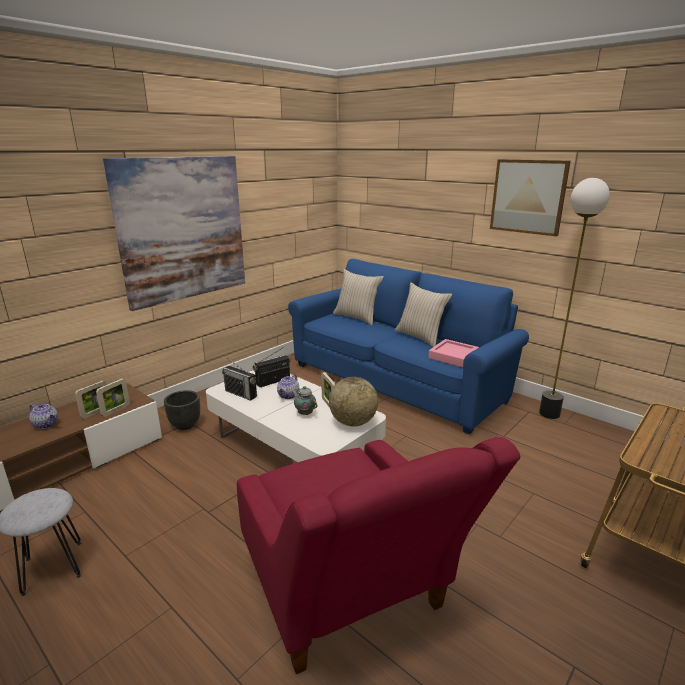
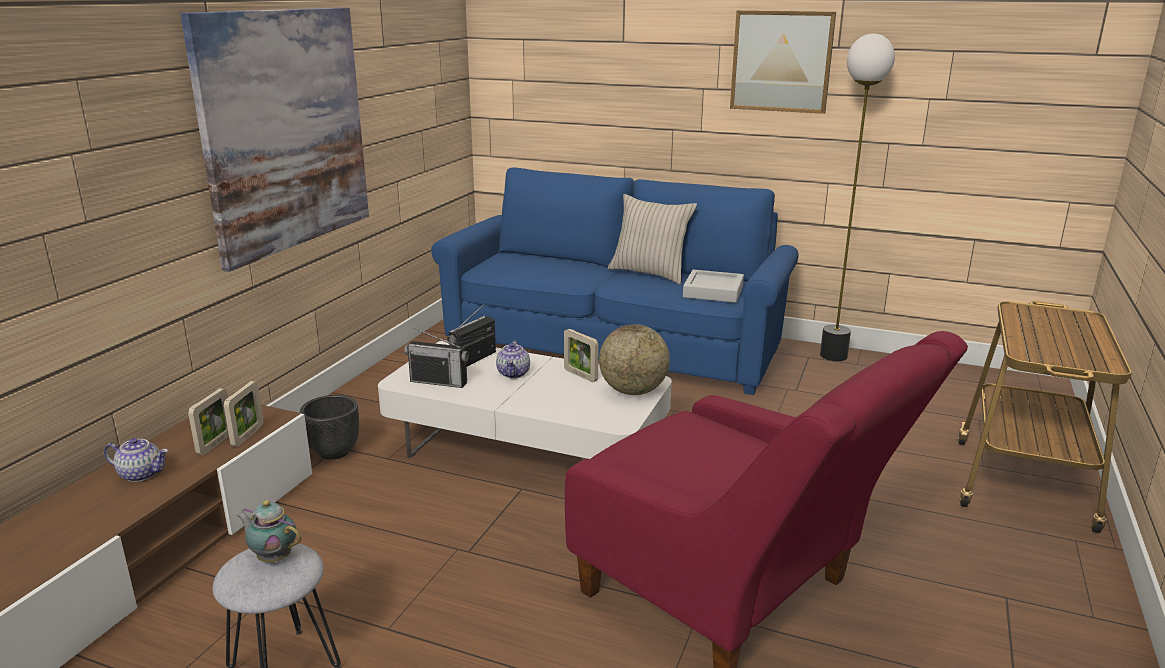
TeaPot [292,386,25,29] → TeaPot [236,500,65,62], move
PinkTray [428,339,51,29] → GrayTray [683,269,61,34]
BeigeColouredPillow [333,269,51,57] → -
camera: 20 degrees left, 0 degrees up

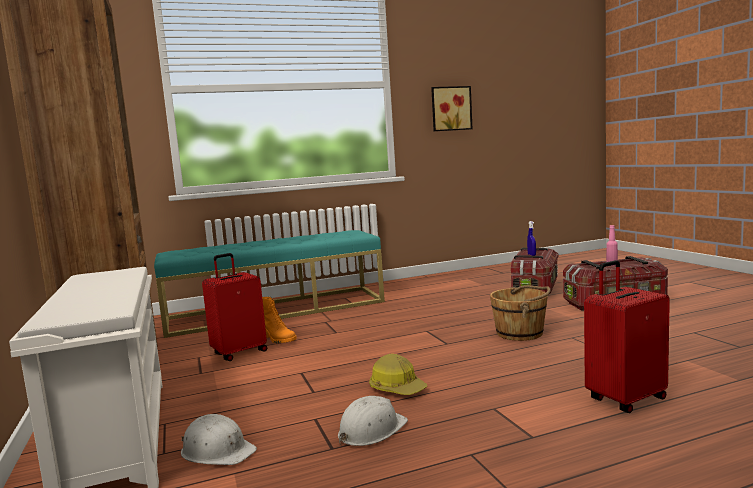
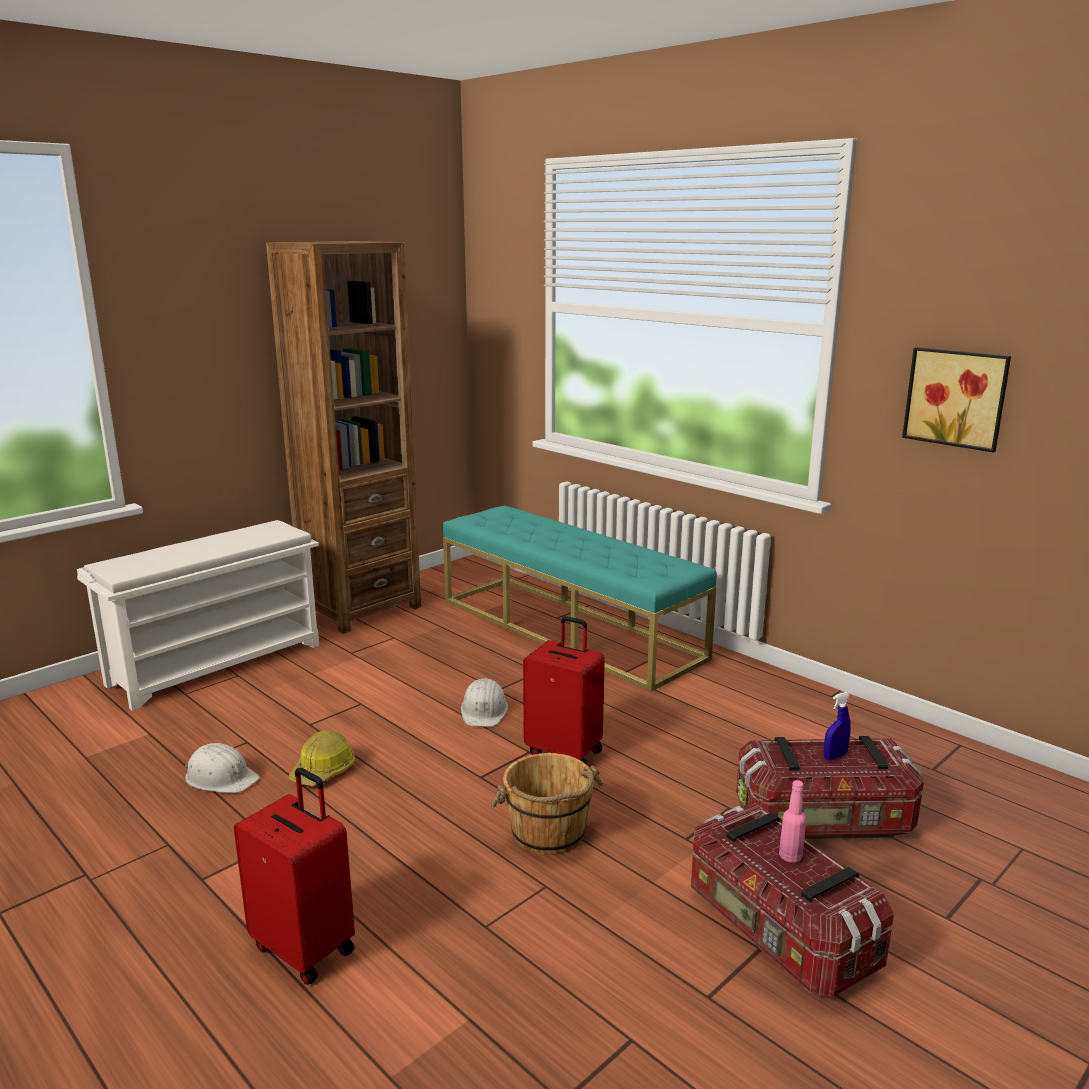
WhitishWorkHelmet [181,414,76,51] → WhitishWorkHelmet [461,678,47,49], move
RedPieceOfLuggage [202,253,65,108] → RedPieceOfLuggage [523,616,82,149], move
OrangeColouredTallBoot [262,297,35,46] → -
camera: 65 degrees right, 10 degrees up

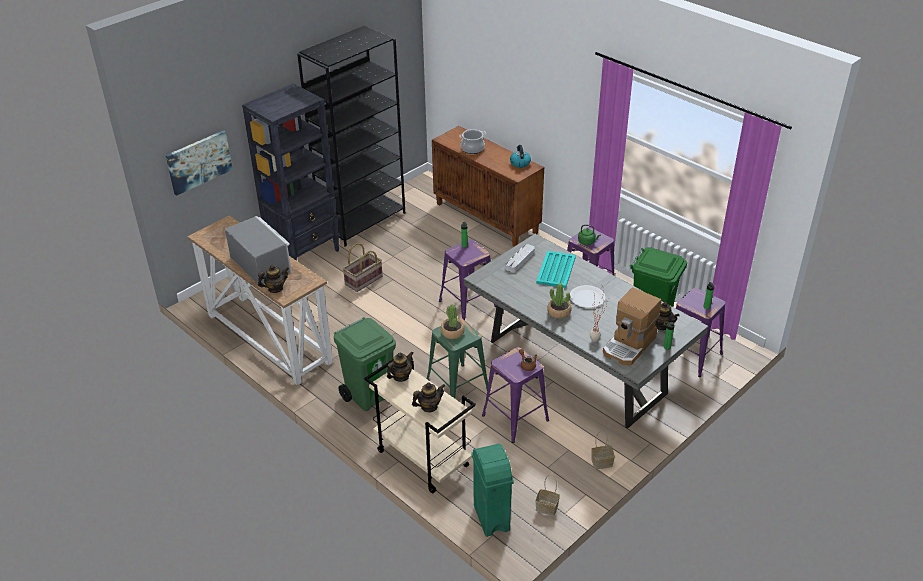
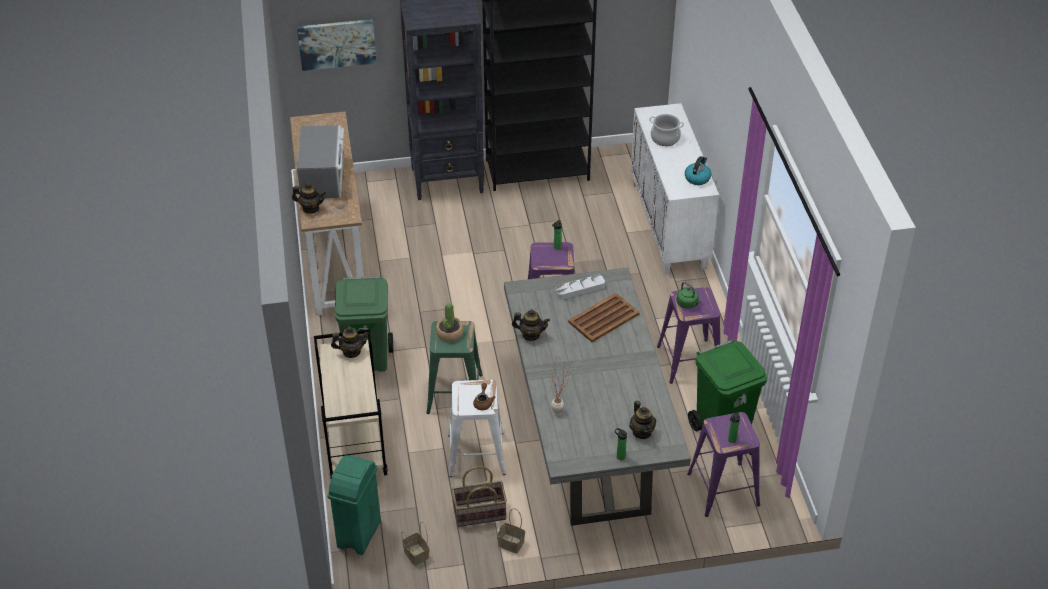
PurplishStool [482,347,67,96] → WhitishStool [448,380,58,97]
HouseholdBasket [343,243,40,49] → HouseholdBasket [452,466,55,61], move
TeaPot [412,382,33,30] → TeaPot [512,309,38,32], move
TurquoiseTray [536,251,40,37] → BrownColouredTray [568,293,72,49]
BrownColouredCupboard [432,126,112,120] → WhitishCupboard [631,103,88,171]
Houseplant [547,283,25,36] → -
WhitishFlatDish [570,285,35,23] → -
CoffeeMaker [603,288,59,77] → -
camera: 35 degrees right, 5 degrees up

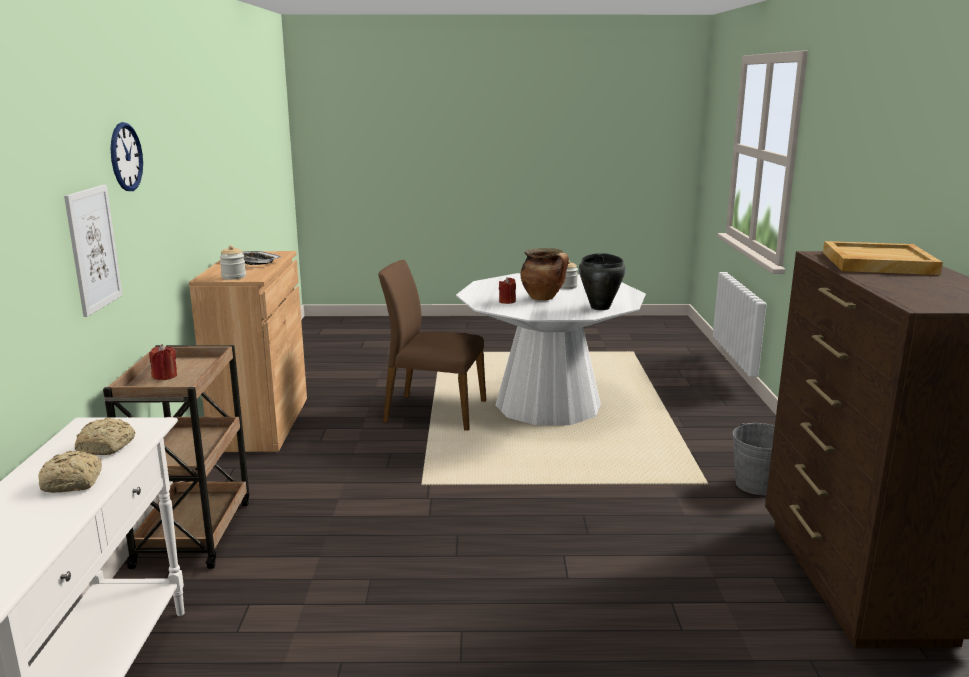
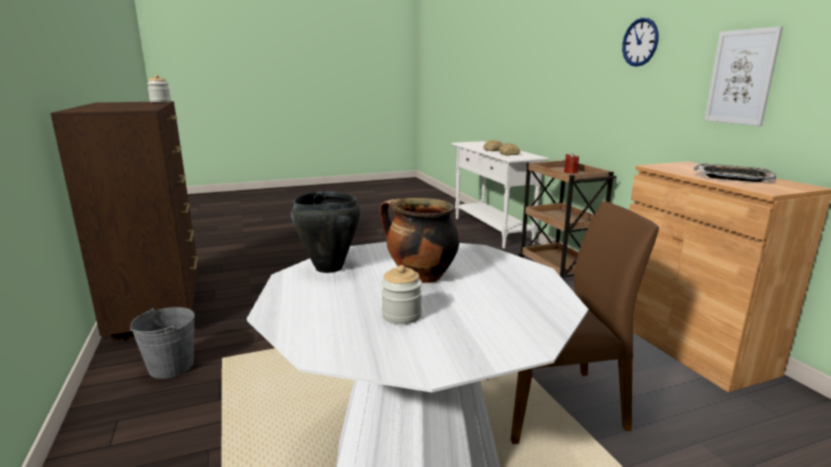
Jar [219,245,27,35] → Jar [147,75,24,28], move
WallArt [64,185,59,132] → WallArt [704,27,79,99], move
RedWaxCandle [499,278,17,26] → -
BeigeColouredTray [823,241,120,34] → -
camera: 160 degrees right, 0 degrees up

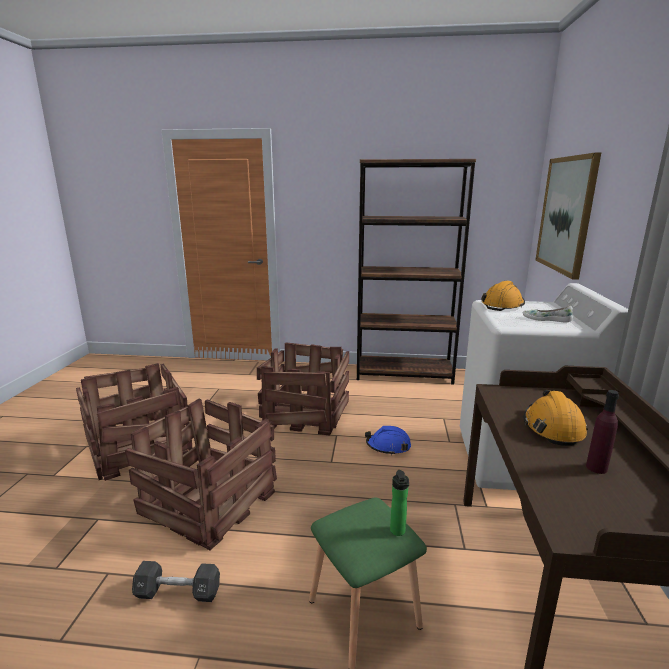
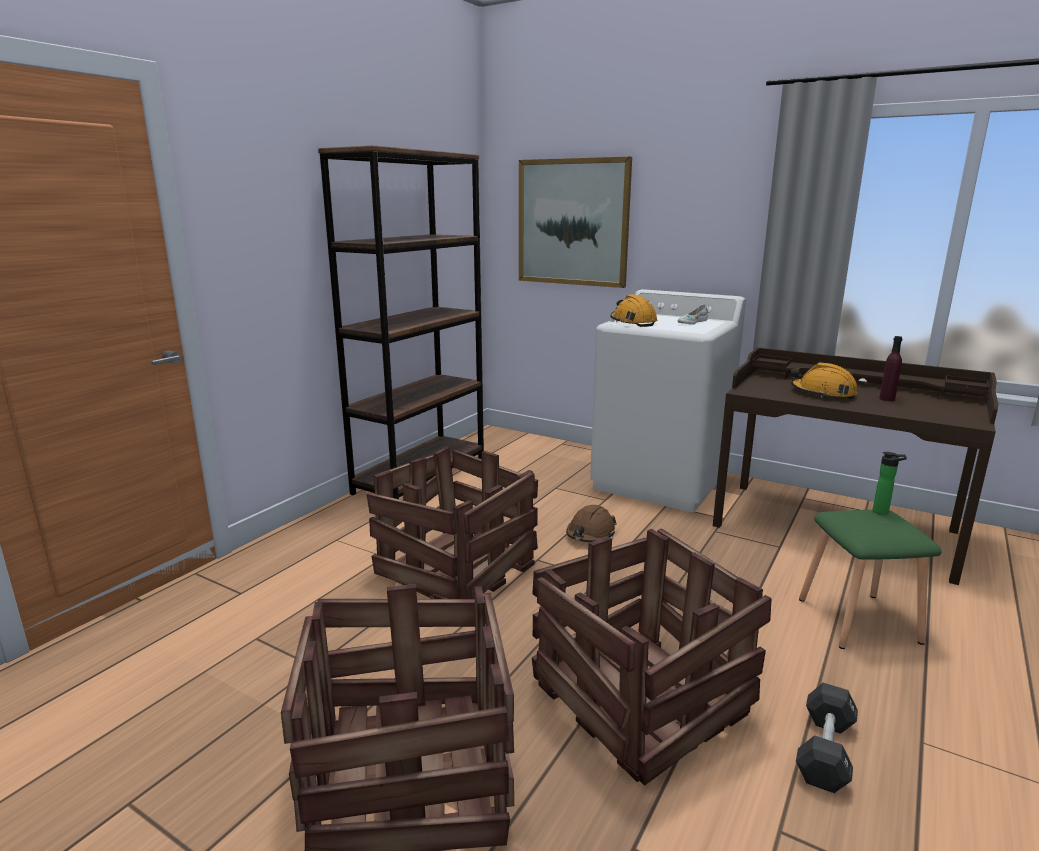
BlueWorkHelmet [365,426,46,29] → BrownColouredWorkHelmet [566,505,51,37]
camera: 65 degrees left, 0 degrees up

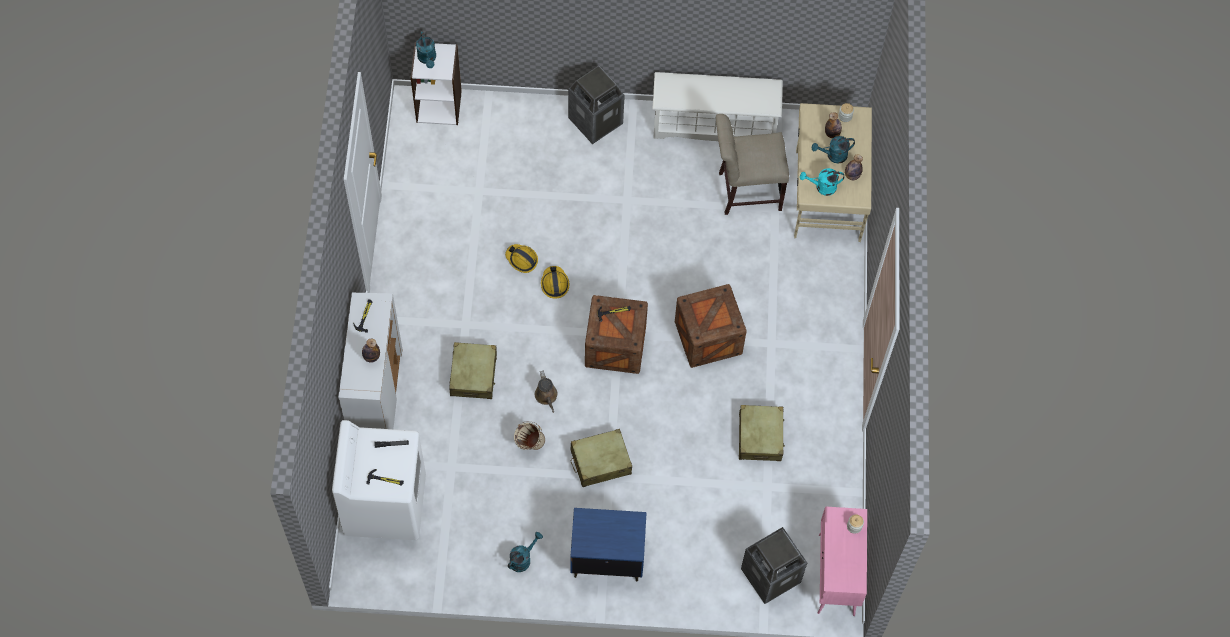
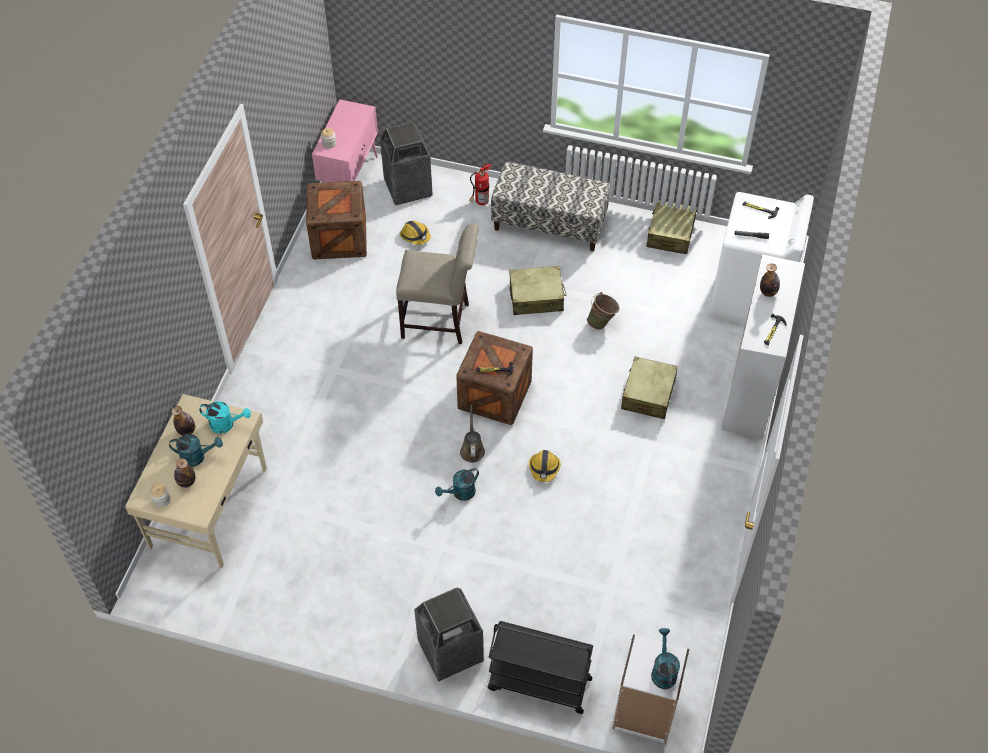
ShippingCrate [675,284,72,84] → ShippingCrate [306,181,61,79], move
BeigeColouredChair [716,114,73,101] → BeigeColouredChair [396,224,83,120], move
WorkHelmet [505,244,33,29] → WorkHelmet [400,221,31,24], move
TurquoiseWateringCan [508,532,35,40] → TurquoiseWateringCan [435,468,44,33], move
BrownColouredWateringCan [535,371,23,42] → BrownColouredWateringCan [460,405,25,58], move
- → FireFightingCylinder [469,163,22,42]
- → BlackishCart [487,621,106,93]
BlueBedsideTable [570,508,77,73] → LongSeat [491,162,119,89]
BeigeColouredWaterBucket [514,421,31,29] → GreenWaterBucket [587,292,33,38]
BeigeColouredPieceOfLuggage [739,405,46,56] → BeigeColouredPieceOfLuggage [647,200,50,54], move
WhitishShoeRack [653,72,130,69] → -
camera: 165 degrees left, 10 degrees down

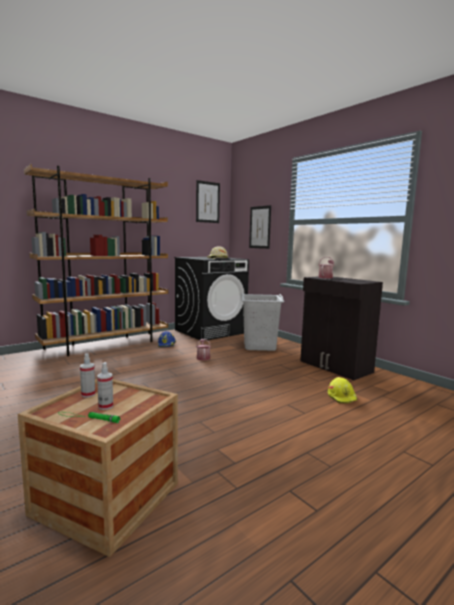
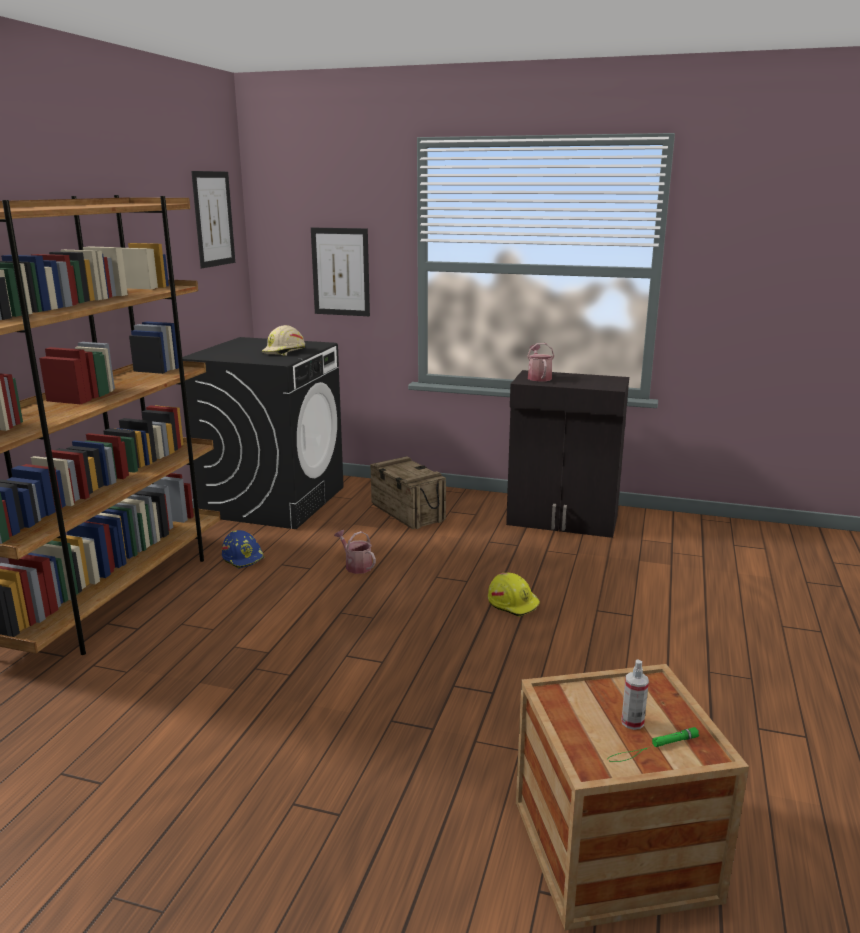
GrayHamper [241,293,43,58] → ShippingCrate [370,456,76,73]
YellowWorkHelmet [328,377,30,26] → YellowWorkHelmet [488,573,52,44], move
Sprayer [80,353,16,45] → -
camera: 35 degrees left, 10 degrees up

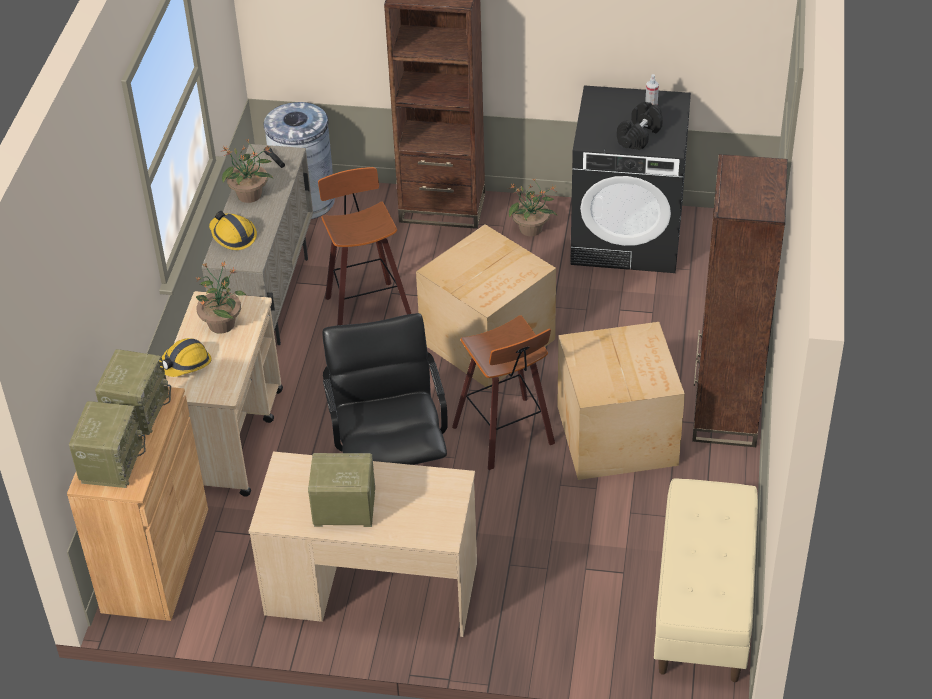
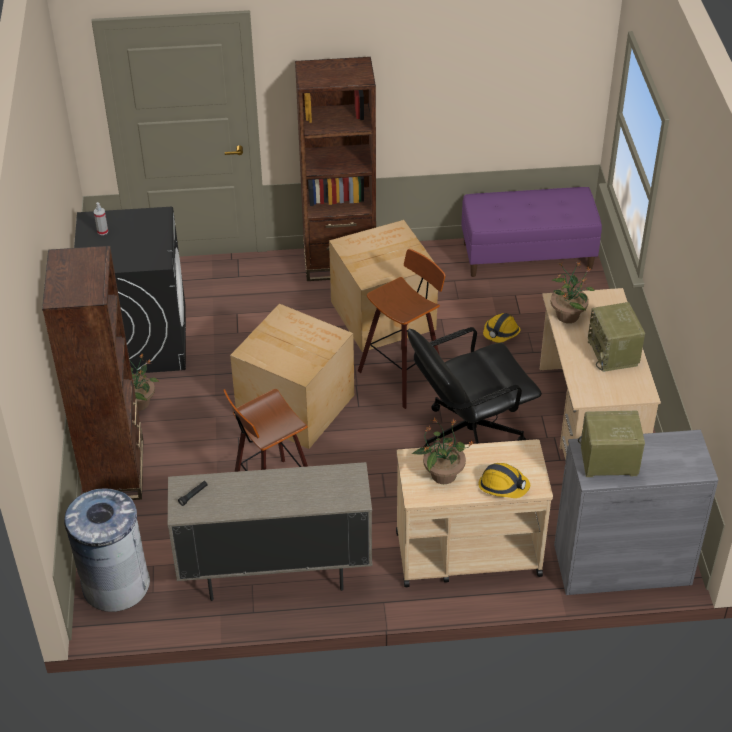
BeigeColouredLongSeat [654,478,104,204] → PurplishLongSeat [461,187,141,90]
WorkHelmet [209,211,48,39] → WorkHelmet [483,313,38,30], move
Houseplant [220,139,53,64] → Houseplant [550,262,45,61], move
BrownColouredCupboard [67,387,141,234] → GrayCupboard [554,430,164,165]
RadioSet [69,401,77,87] → -
BlackishFreeWeight [617,102,46,48] → -
camera: 105 degrees left, 0 degrees up

